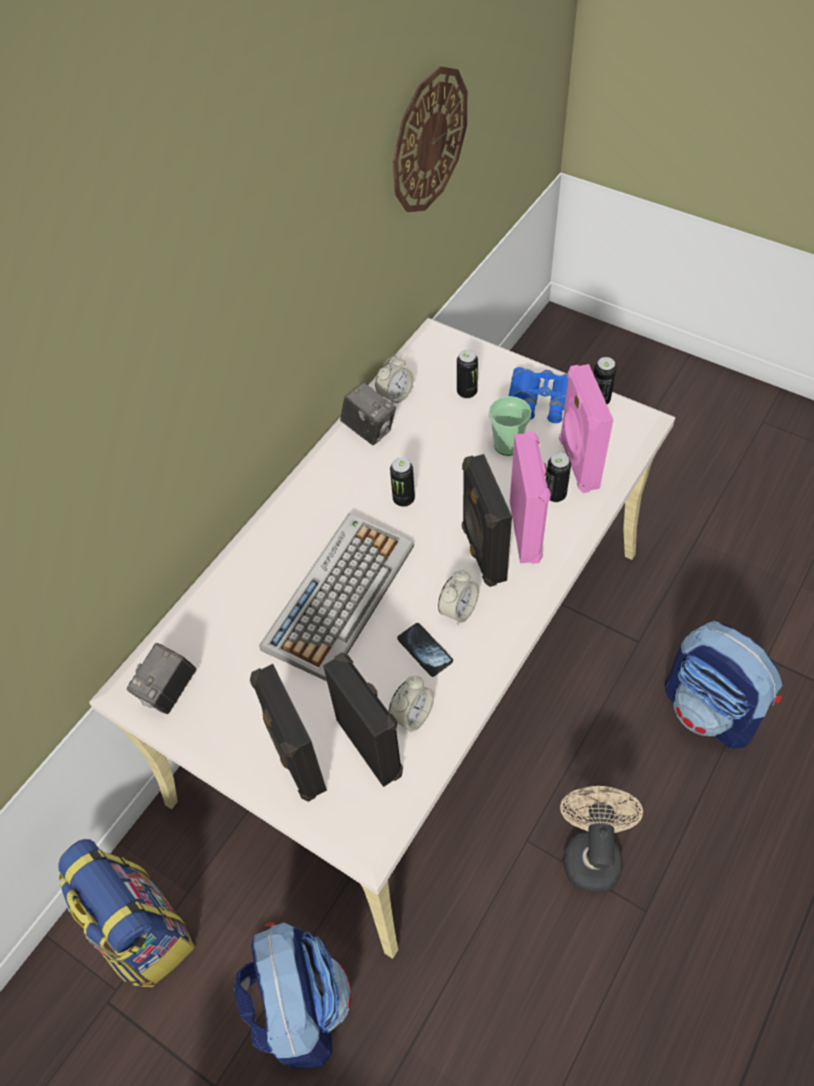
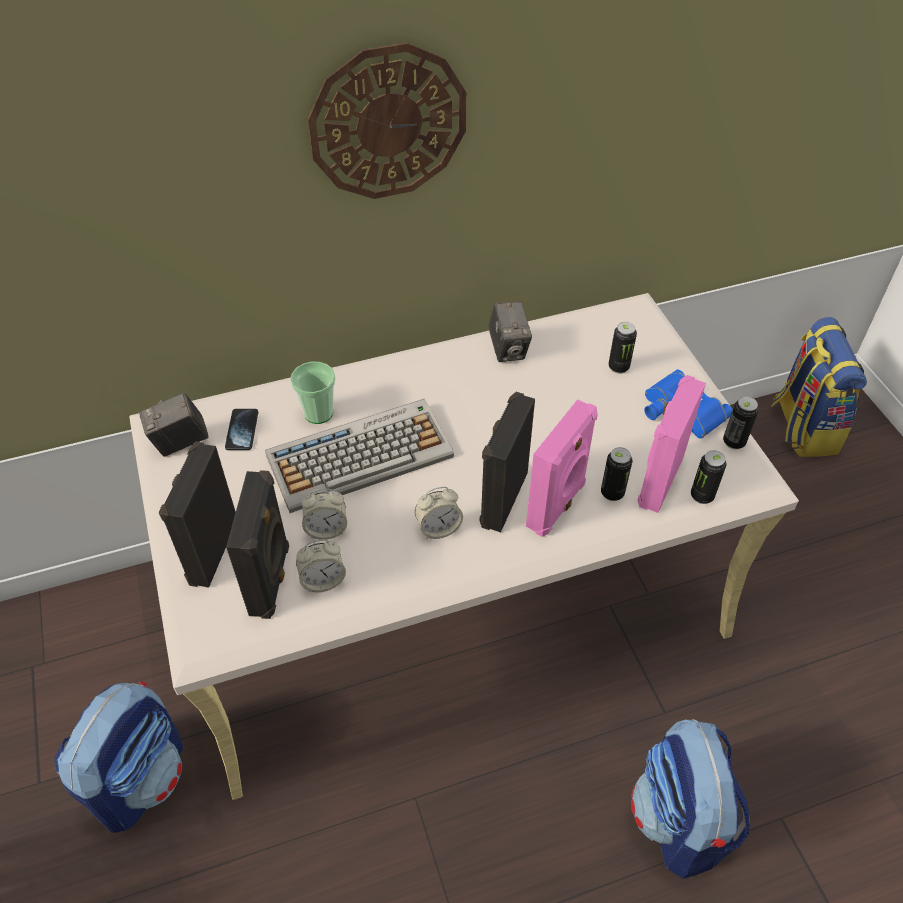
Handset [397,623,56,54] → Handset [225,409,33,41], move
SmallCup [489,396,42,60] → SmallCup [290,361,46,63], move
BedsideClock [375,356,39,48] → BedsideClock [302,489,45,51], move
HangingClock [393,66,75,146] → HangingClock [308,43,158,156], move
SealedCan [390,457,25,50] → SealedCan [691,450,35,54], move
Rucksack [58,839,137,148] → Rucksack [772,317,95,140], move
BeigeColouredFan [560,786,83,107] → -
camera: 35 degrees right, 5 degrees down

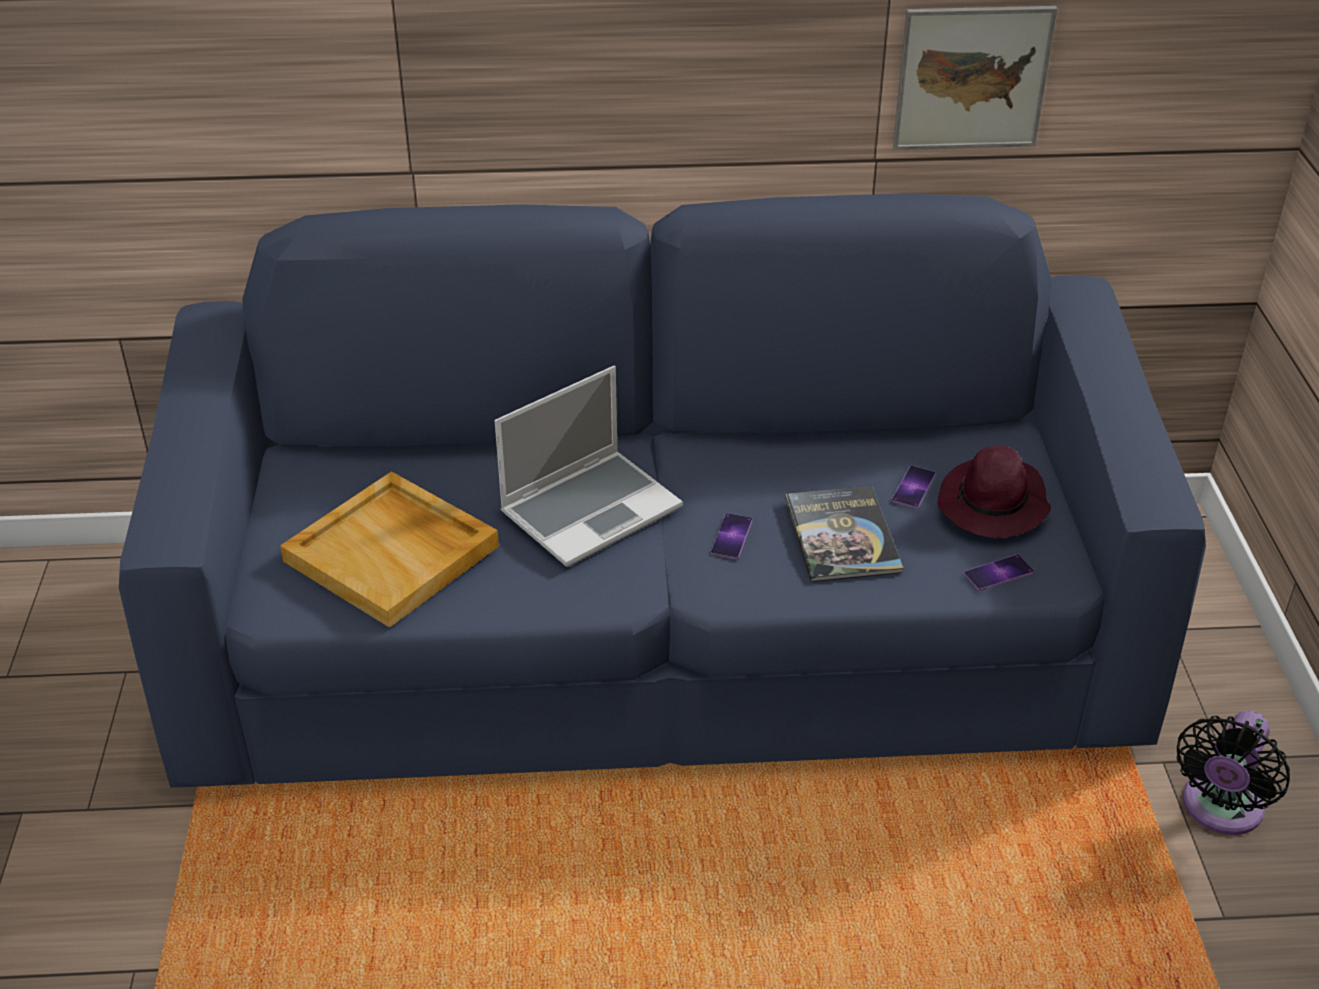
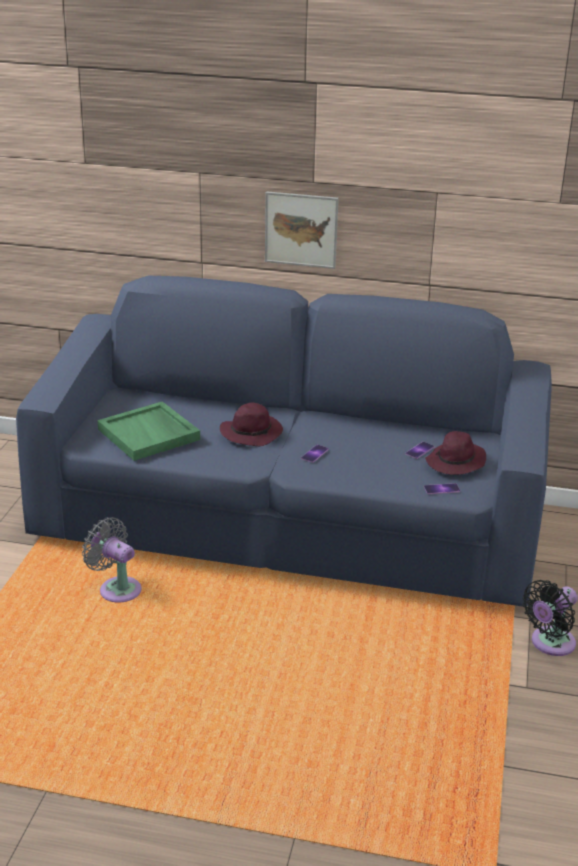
- → GrayFan [82,517,59,86]
BeigeColouredTray [280,471,219,157] → GreenTray [97,402,103,59]
PortableComputer [495,366,188,201] → PurplishClothingHat [220,403,63,43]
WallArt [893,6,164,144] → WallArt [265,191,74,78], move
Volume [785,485,118,97] → -
camera: 15 degrees right, 10 degrees down

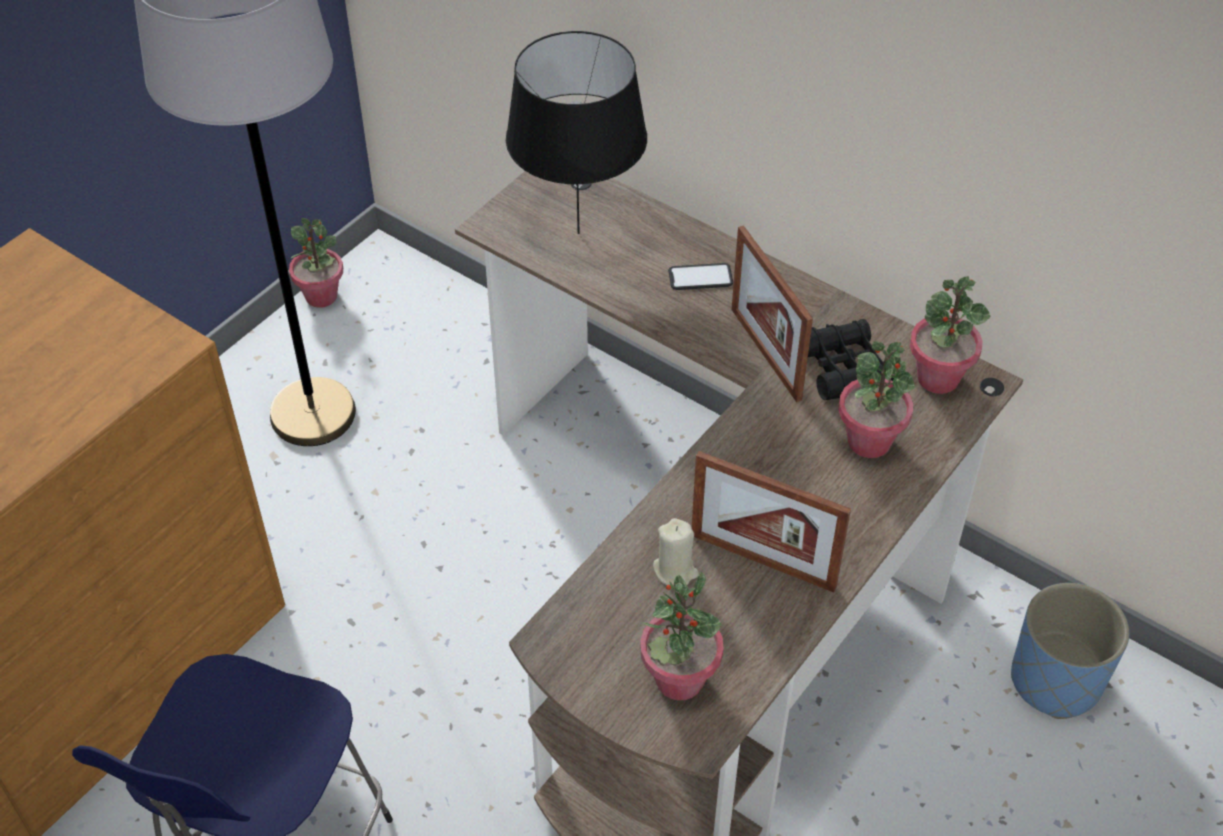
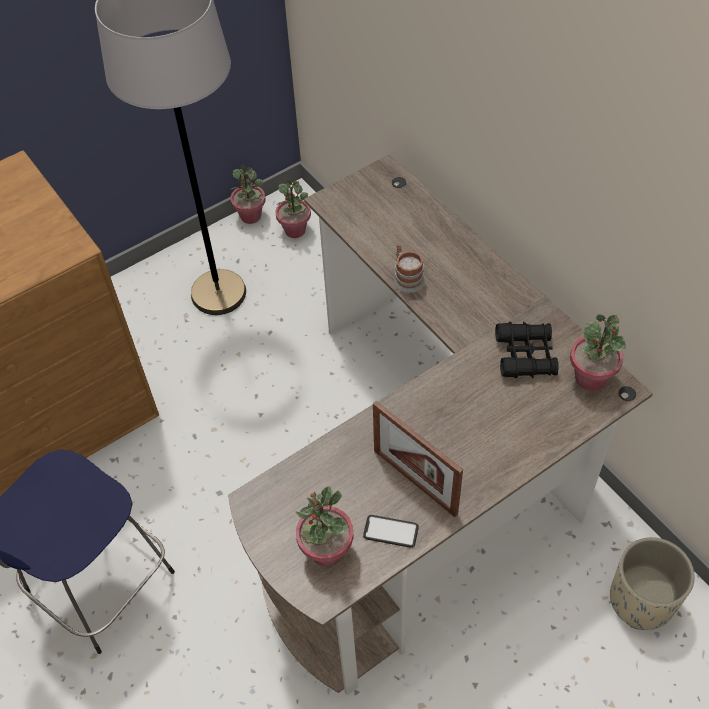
Houseplant [838,342,77,116] → Houseplant [275,179,36,59], move
Handset [668,263,65,27] → Handset [363,515,56,33], move
- → TeaMug [394,244,30,49]
BlueFlowerPot [1011,583,118,136] → BeigeColouredFlowerPot [610,537,85,93]
BlackishTabletopLamp [506,31,141,203] → -
BeigeColouredWaxCandle [653,518,46,68] → -
PictureFrame [732,225,81,177] → -
camera: 20 degrees right, 5 degrees up

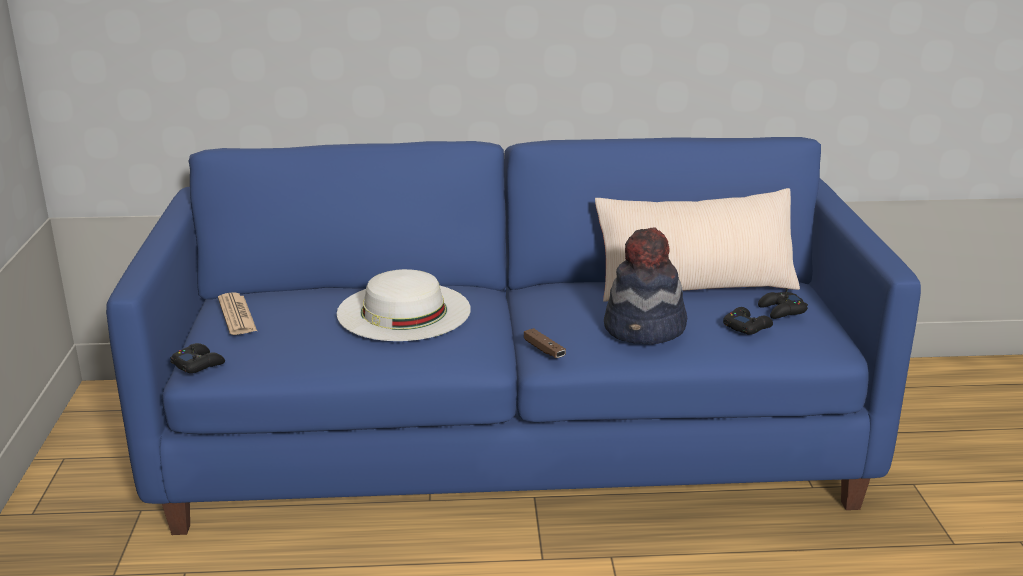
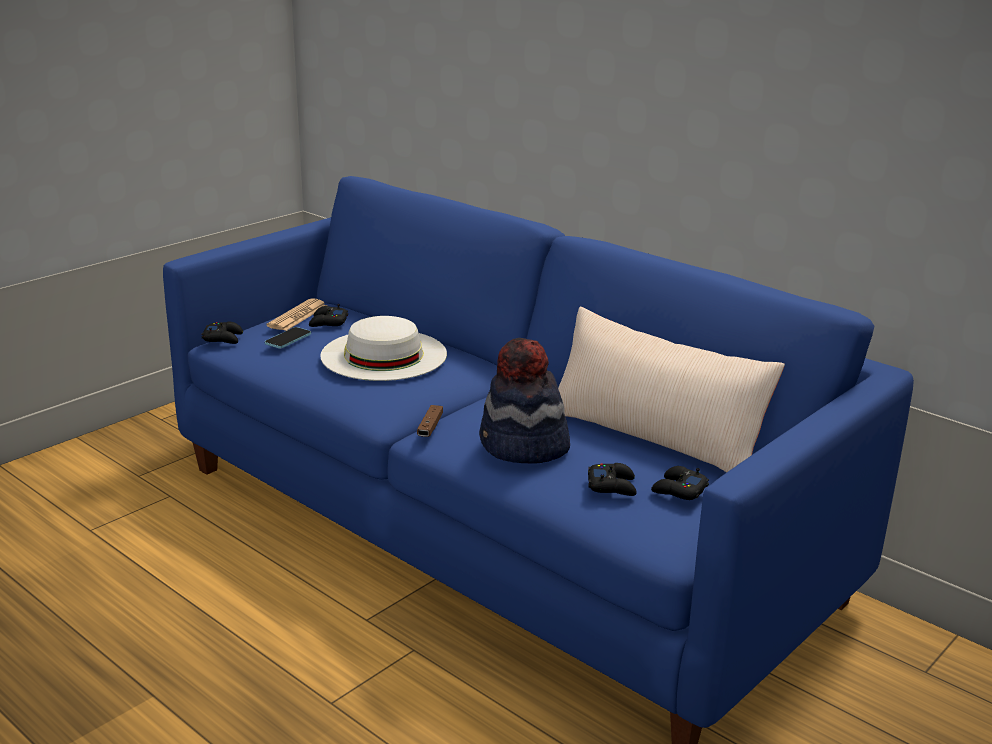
- → Handset [265,327,46,21]
- → BlackishGameController [309,304,39,23]
camera: 45 degrees right, 0 degrees up

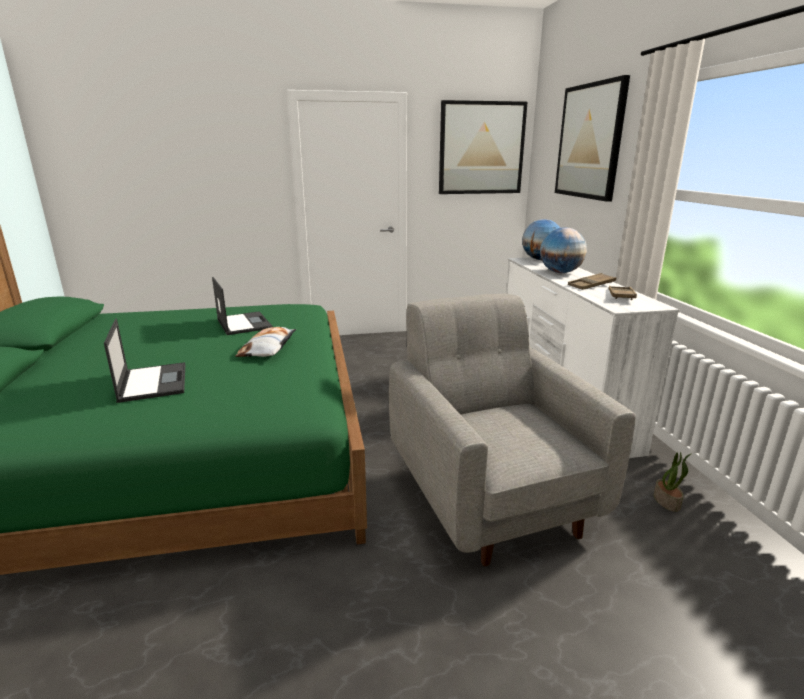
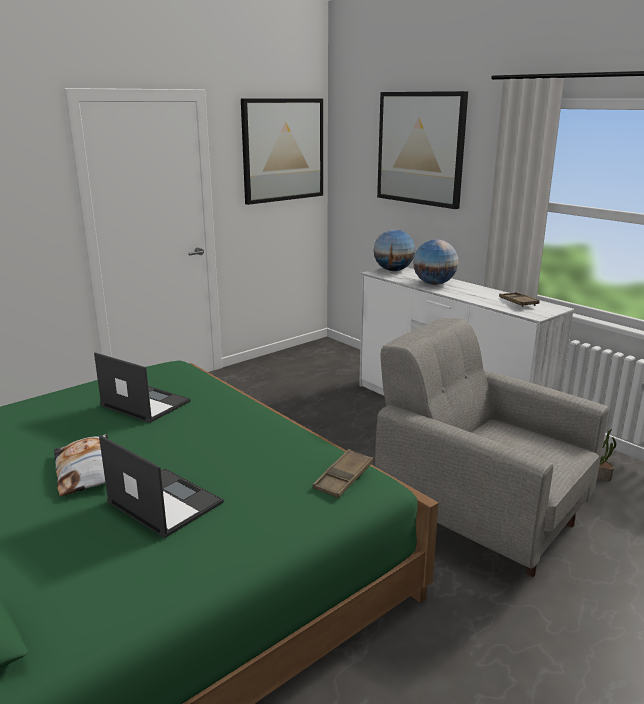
Pillow [235,327,61,30] → Pillow [54,434,54,62], move
BrownColouredTray [568,273,48,17] → BrownColouredTray [313,449,61,49], move
camera: 30 degrees left, 0 degrees up

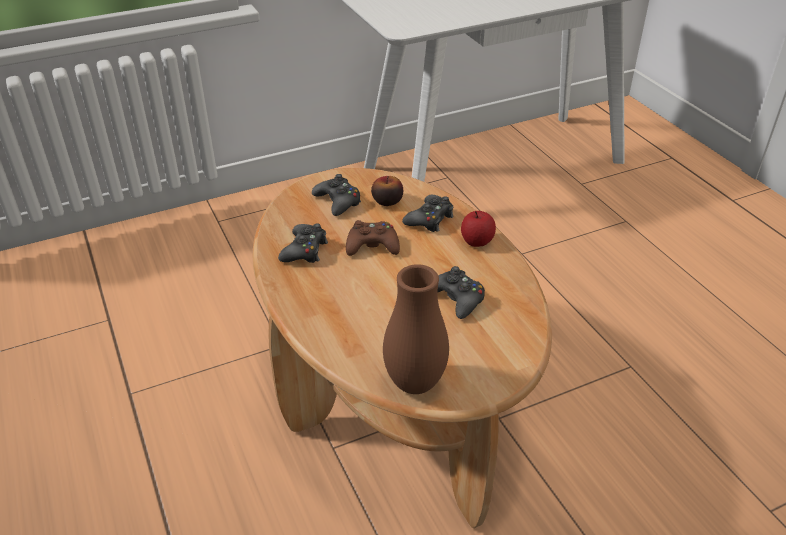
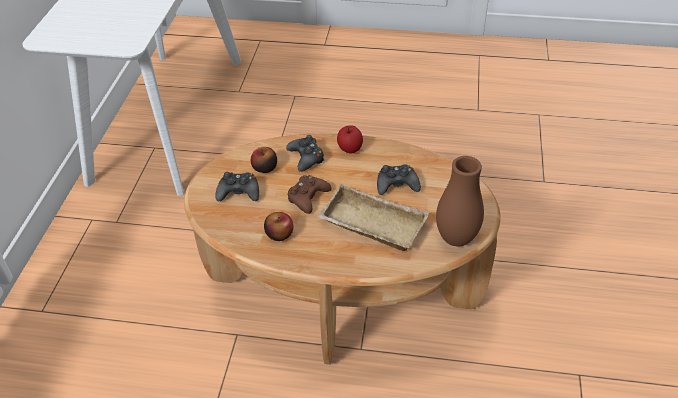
BlackishGameController [278,223,50,40] → Apple [264,212,29,29]
- → BeigeColouredTray [317,184,112,67]
camera: 55 degrees left, 5 degrees up

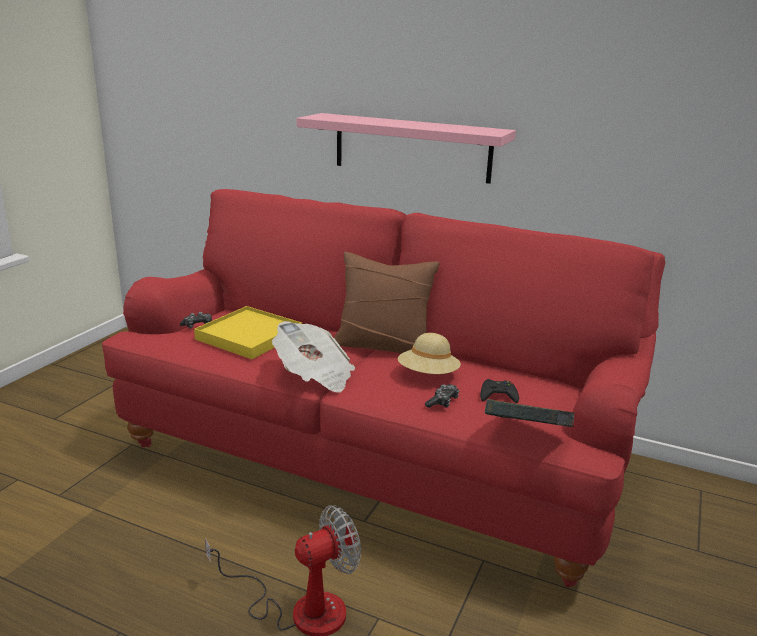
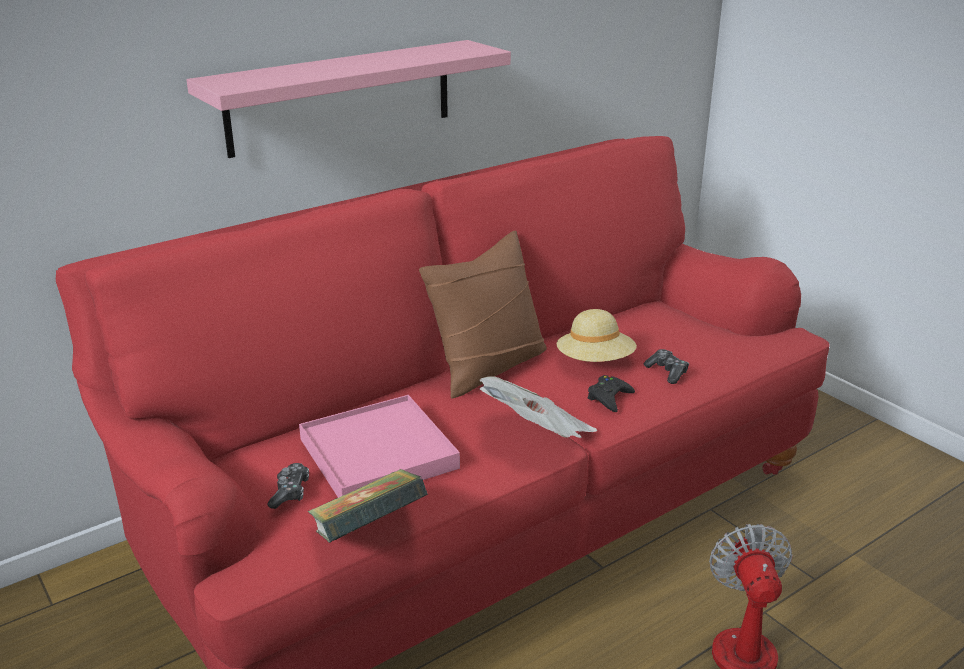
YellowTray [194,306,108,53] → PinkTray [299,395,161,103]
Volume [485,399,90,28] → Volume [308,469,120,74], move
BlackishGameController [480,379,39,24] → BlackishGameController [588,375,47,37], move
camera: 60 degrees left, 5 degrees up

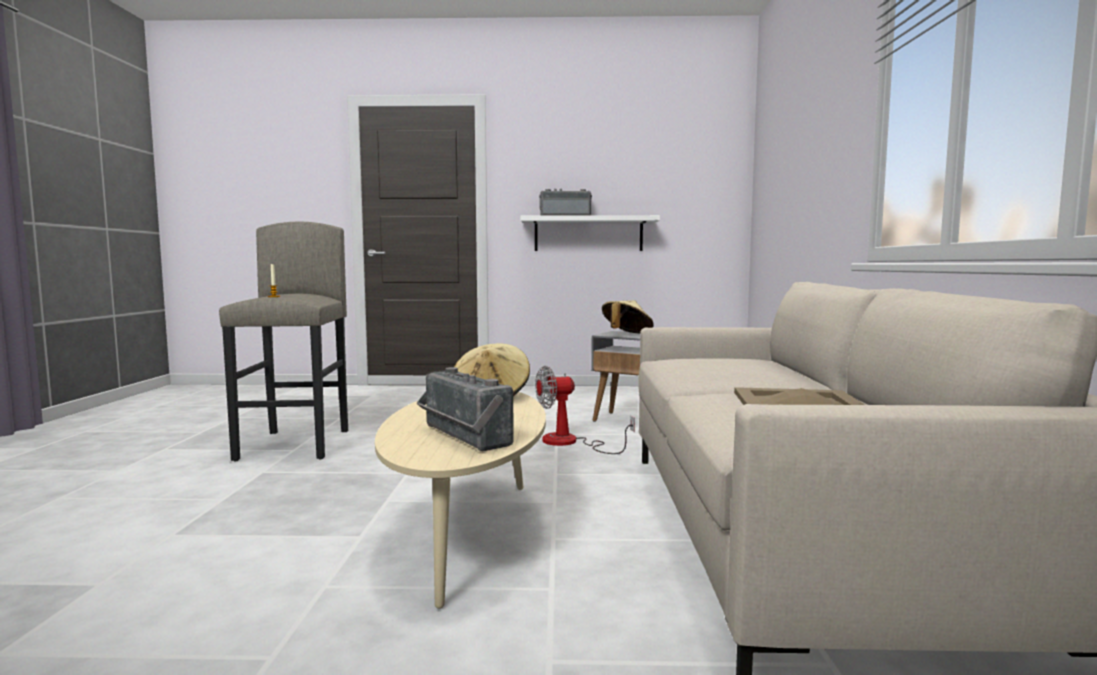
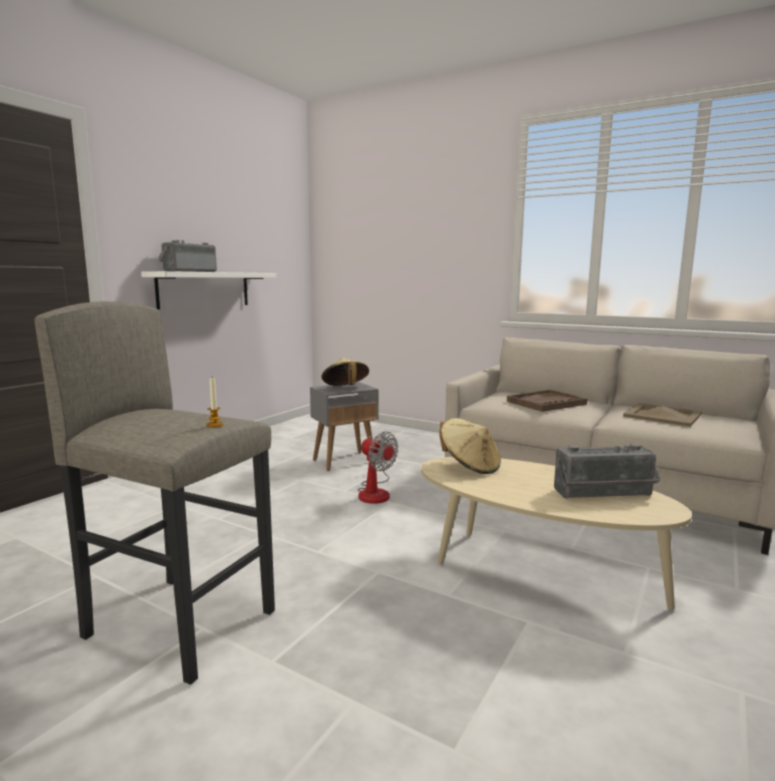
Fan [535,365,100,89] → Fan [357,432,42,72], 60 degrees counterclockwise
- → BrownColouredTray [507,390,81,22]
camera: 60 degrees left, 5 degrees up

